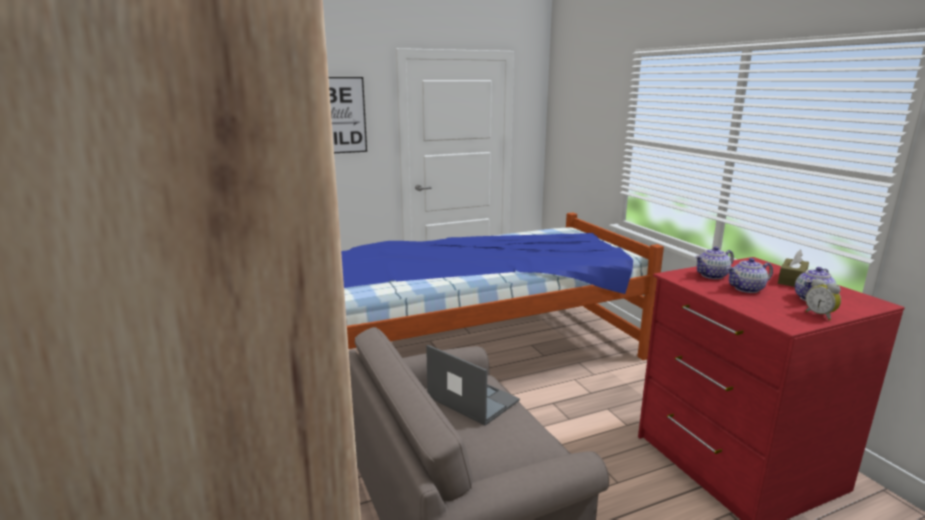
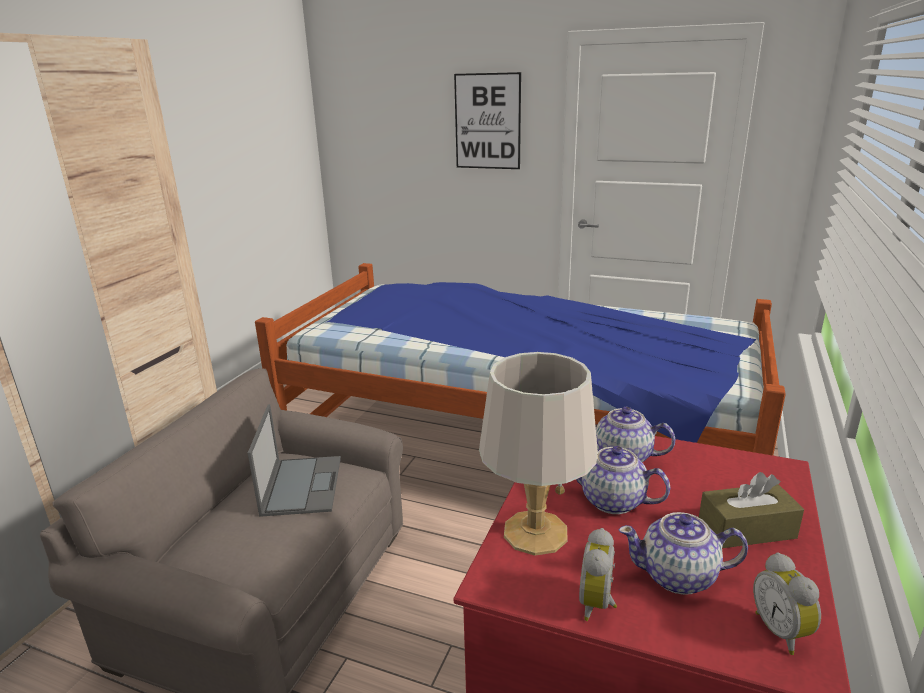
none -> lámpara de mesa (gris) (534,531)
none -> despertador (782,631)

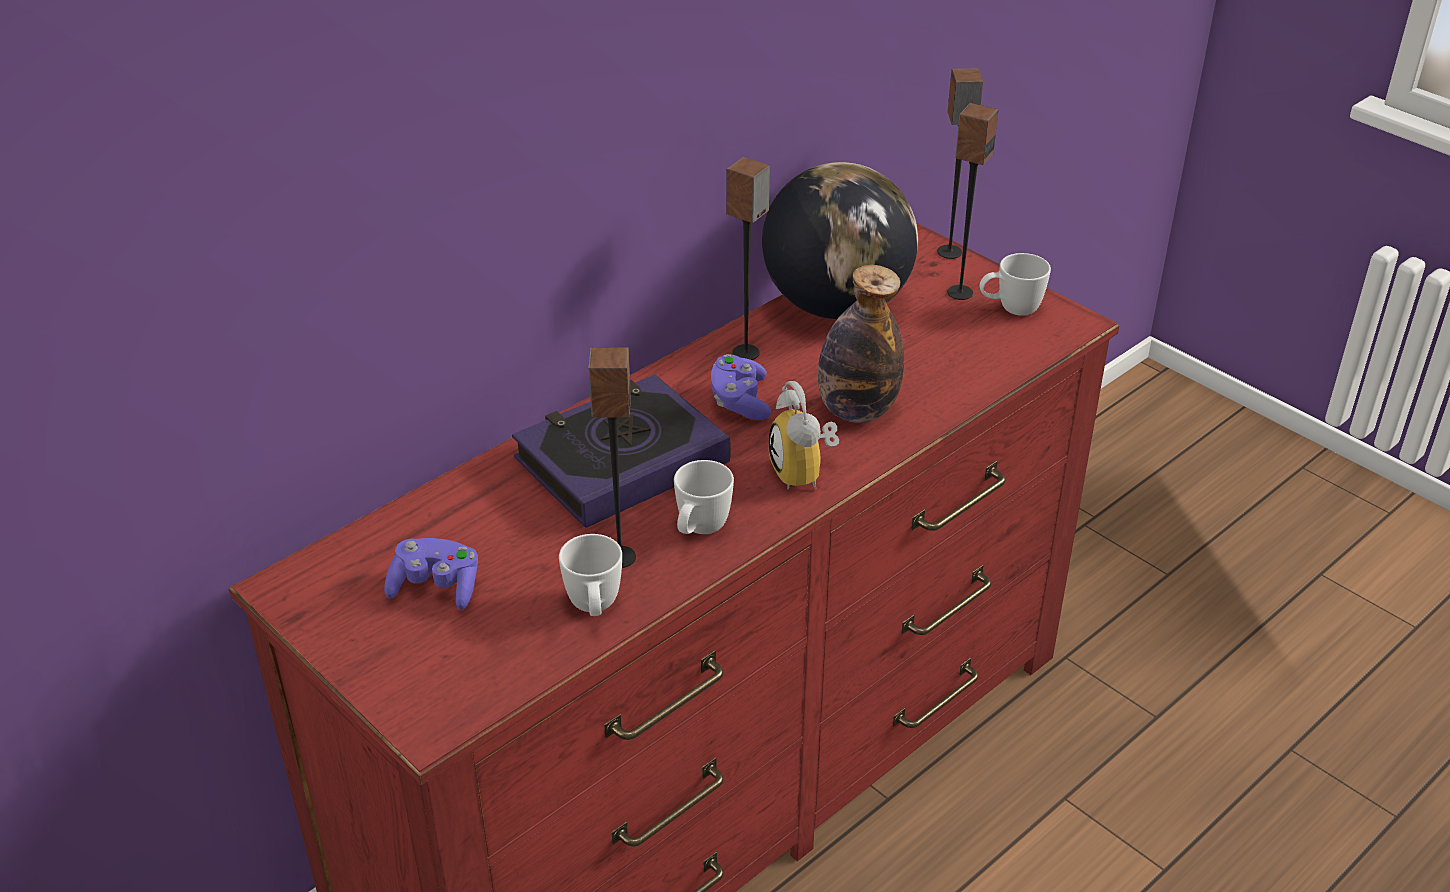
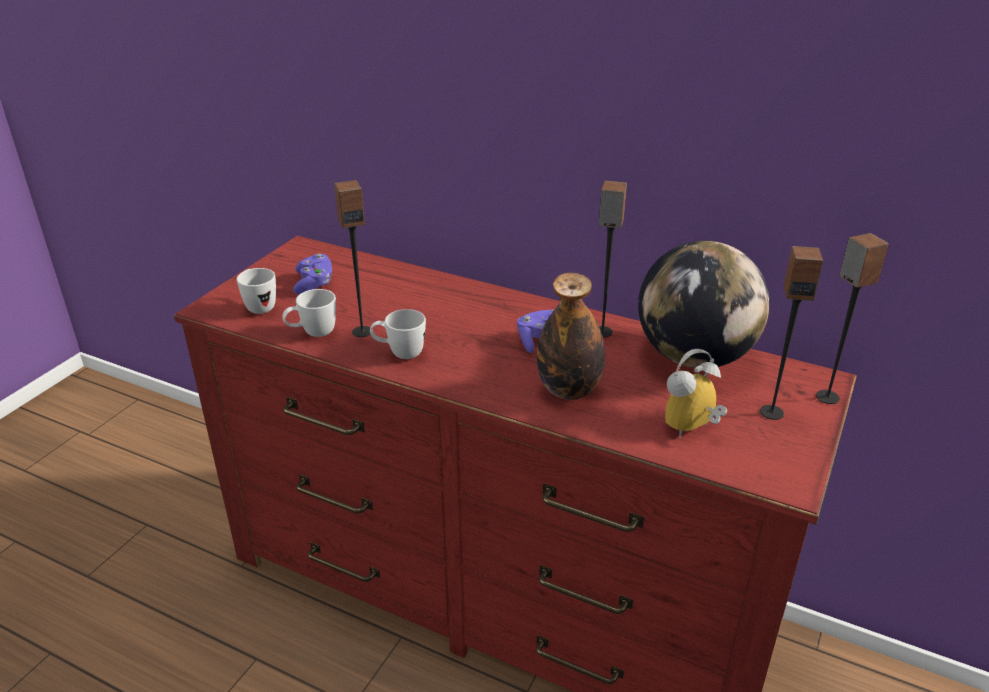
taza grande (blanco) (1010,310) -> taza grande (blanco) (259,306), move
libro (621,460) -> none
despertador (805,474) -> despertador (692,430), move

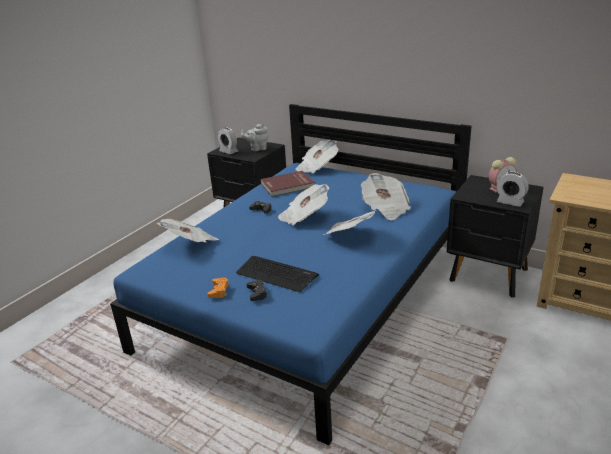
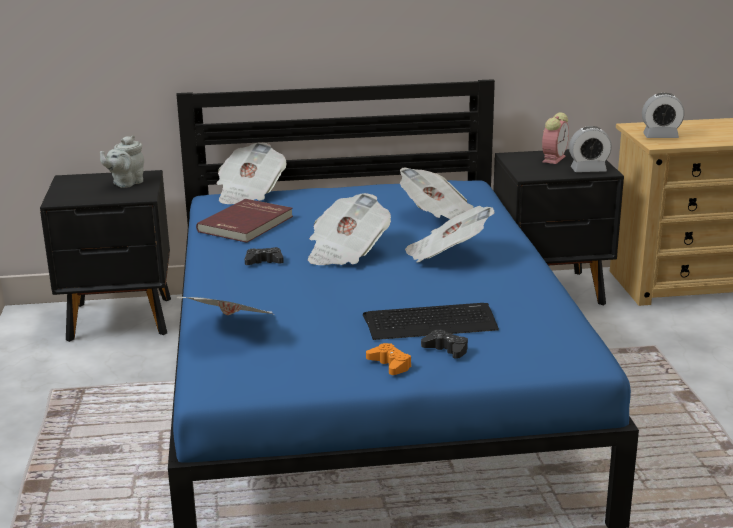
despertador (228,151) -> despertador (660,136), move

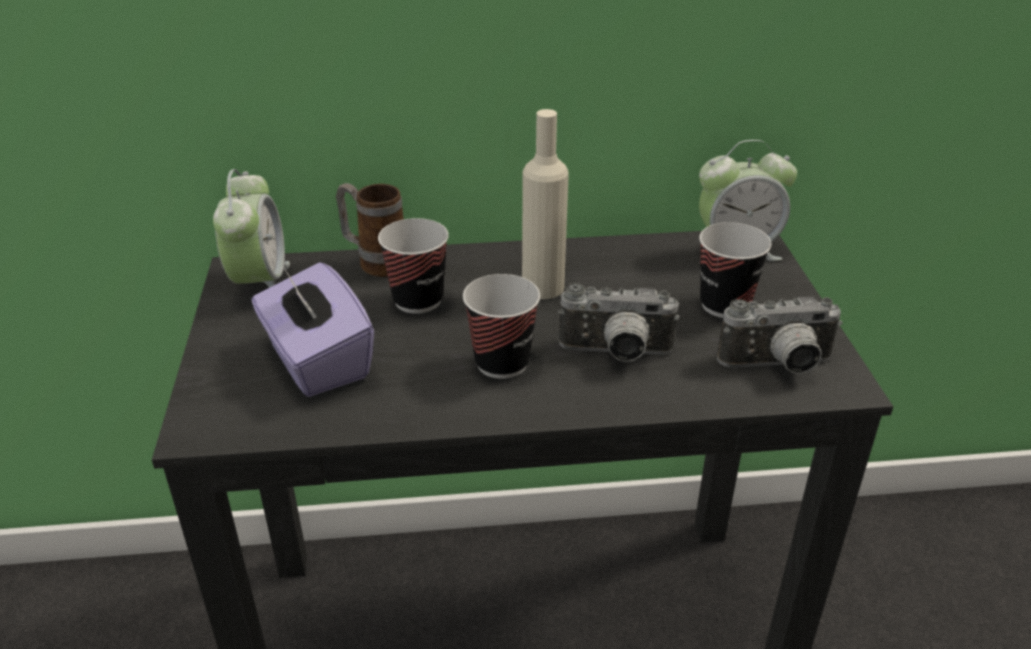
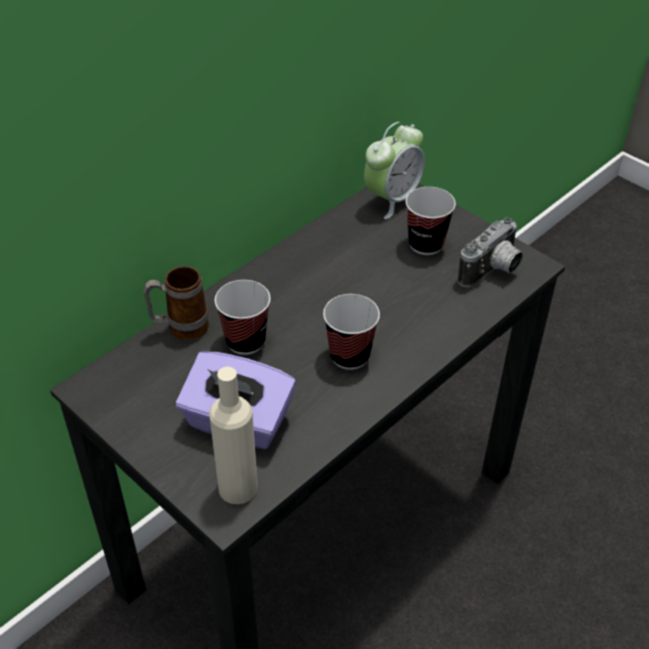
botella (beis) (543,287) -> botella (beis) (238,487), move
despertador (260,284) -> none
cámara (616,354) -> none

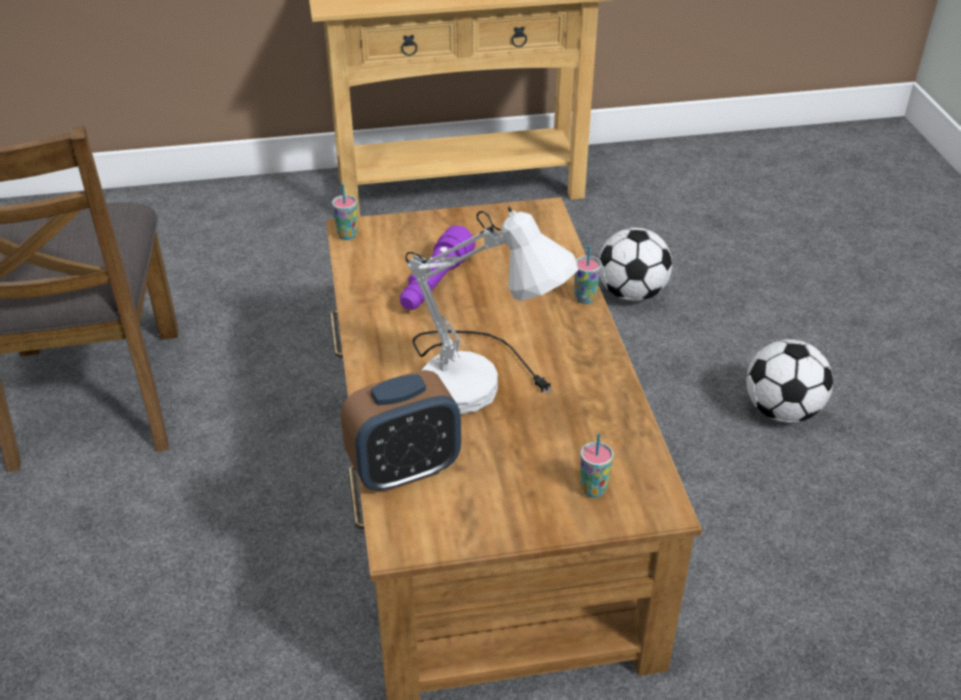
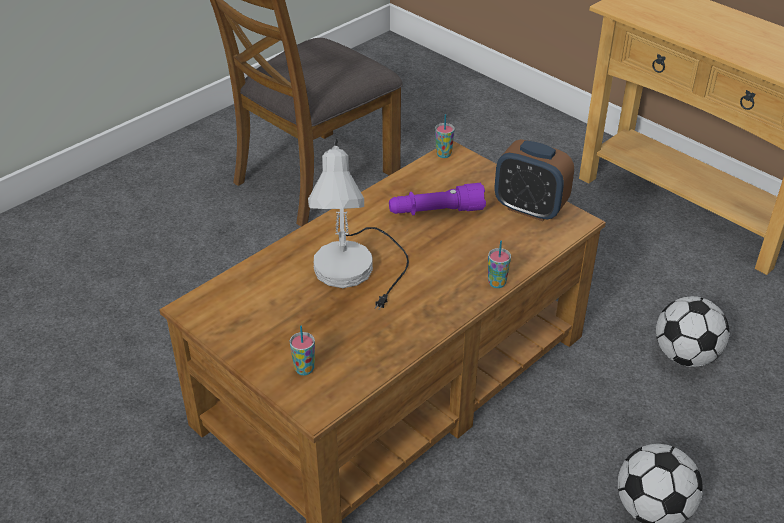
despertador (404,470) -> despertador (530,208), move

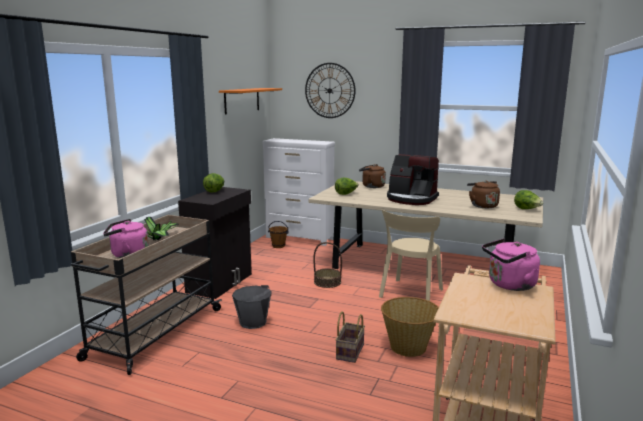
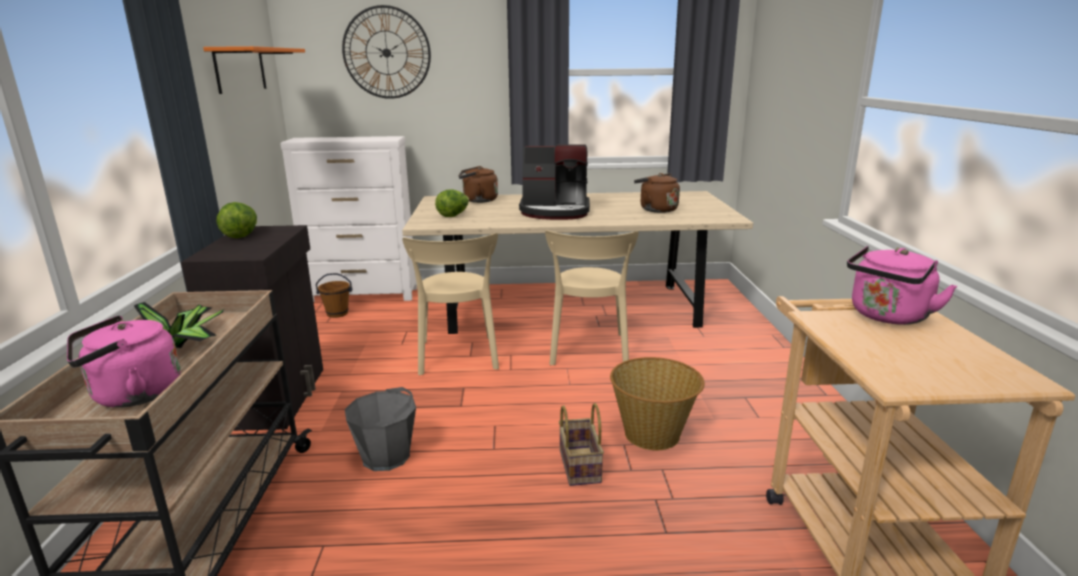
lechuga (527,209) -> none
cesta (327,282) -> silla (beis) (458,358)

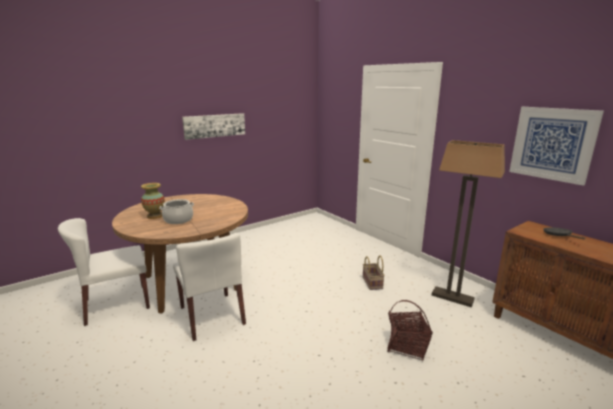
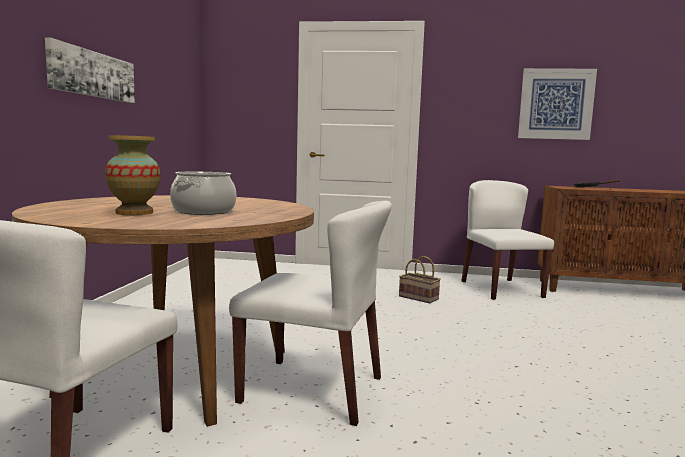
lámpara de pie (452,297) -> silla (blanco) (501,289)
cesta (407,346) -> none

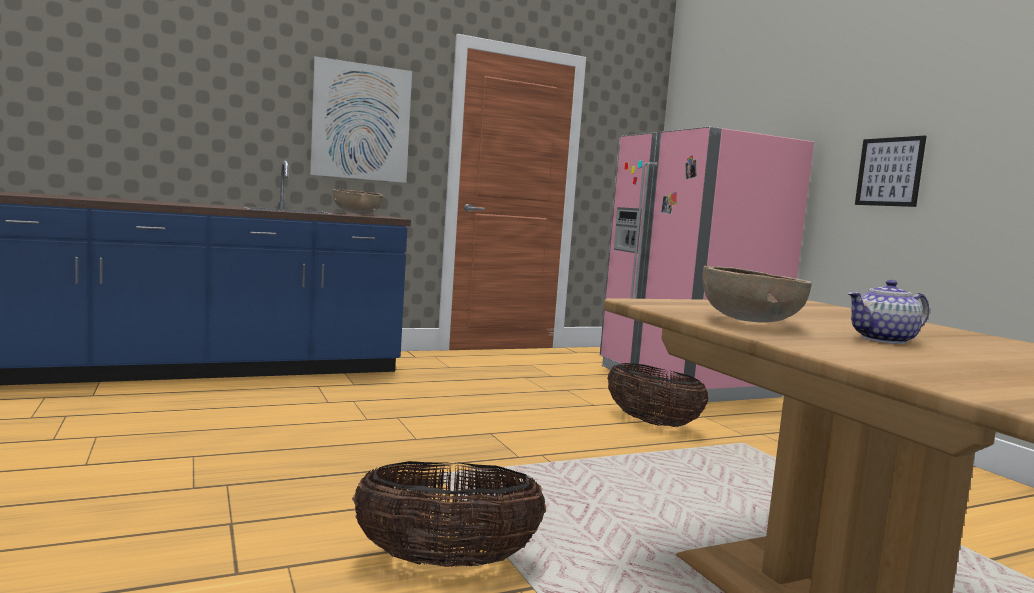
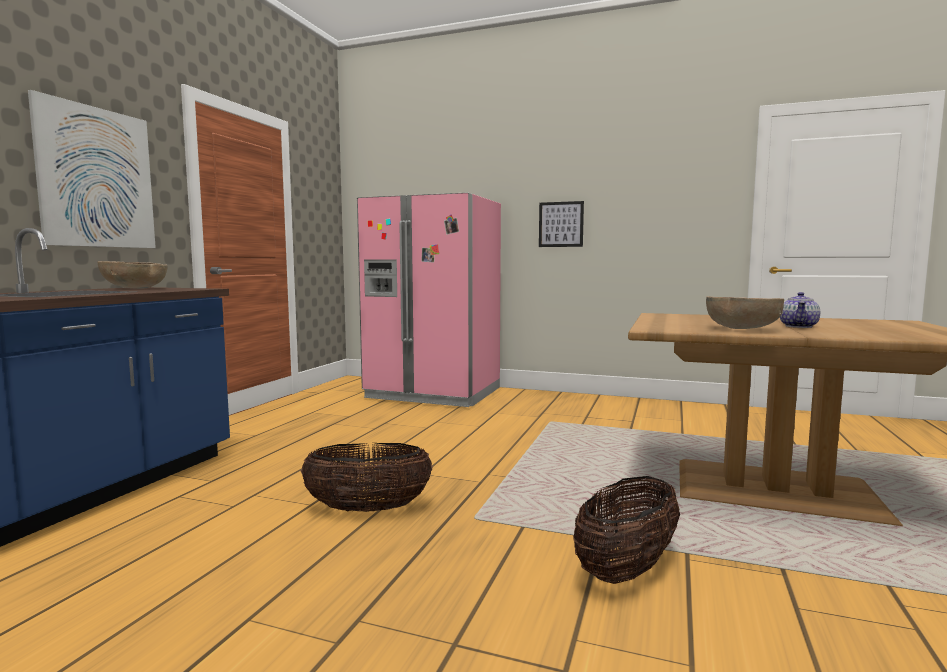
cesta (652,423) -> cesta (368,509), move

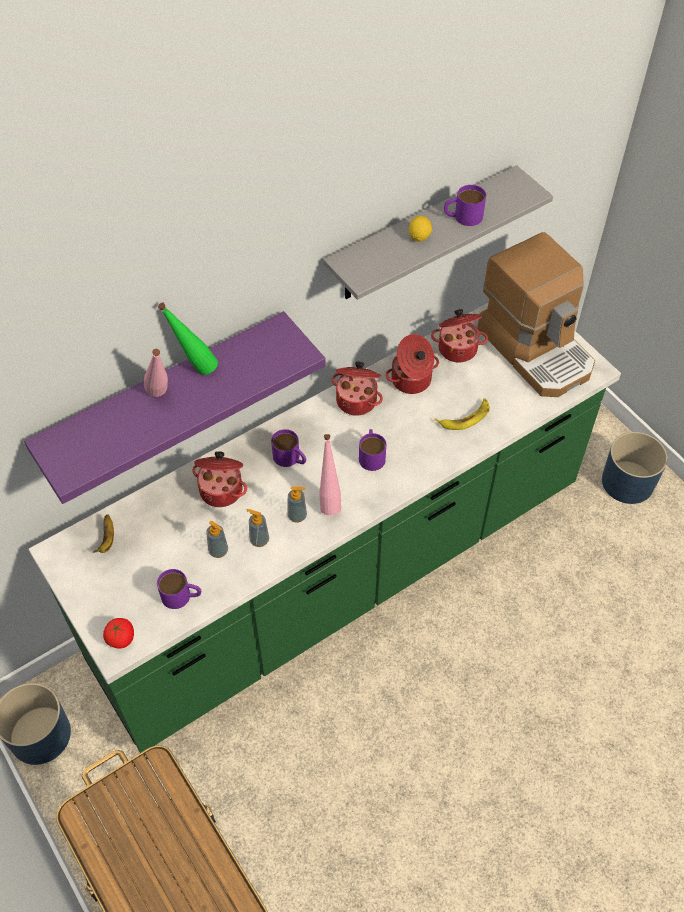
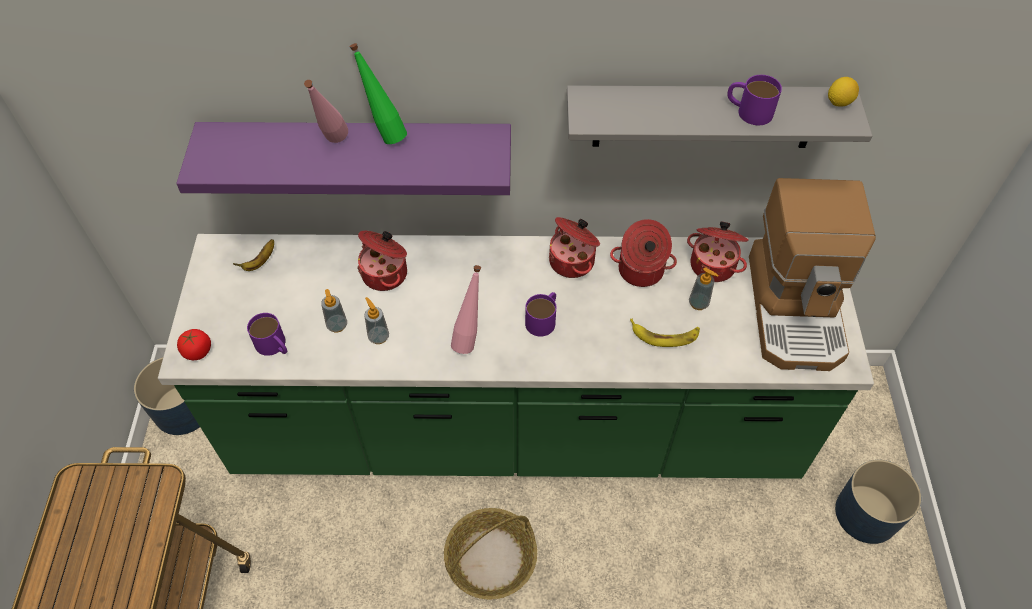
limón (419,237) -> limón (839,102), move
taza grande (morado) (290,458) -> none
dispensador de jabón (297,515) -> dispensador de jabón (698,303), move
none -> cesta (491,558)

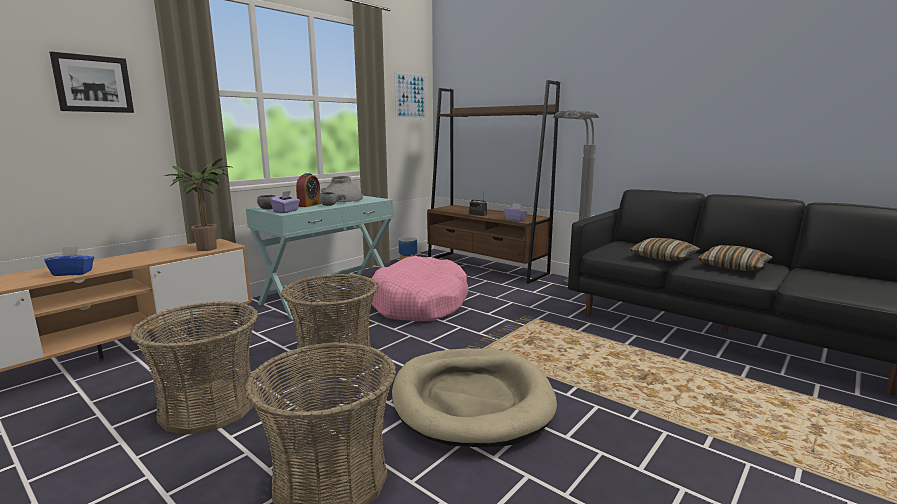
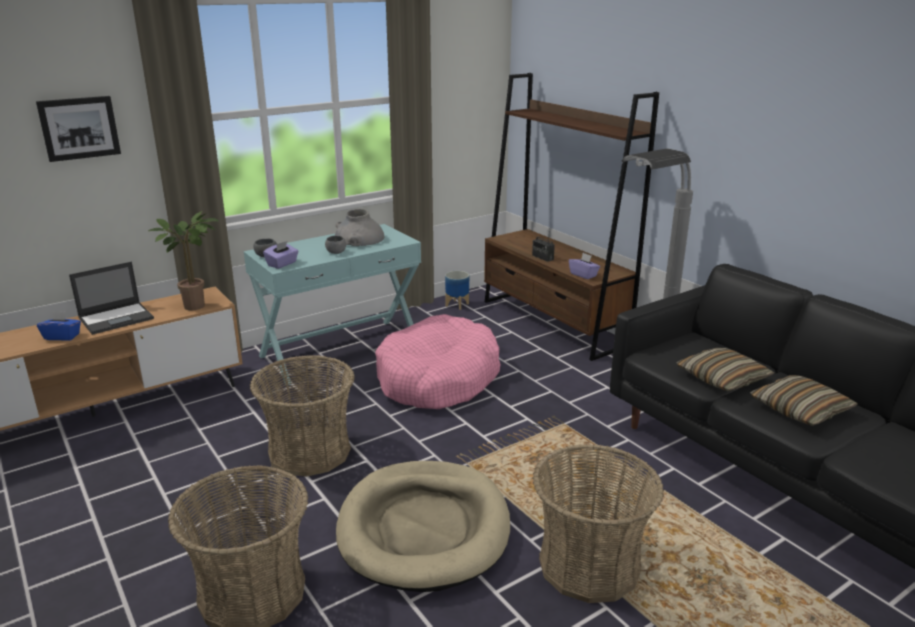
cuadro (410,96) -> none
despertador (309,205) -> none
cesta (209,407) -> cesta (589,565), move
none -> portátil (117,318)

